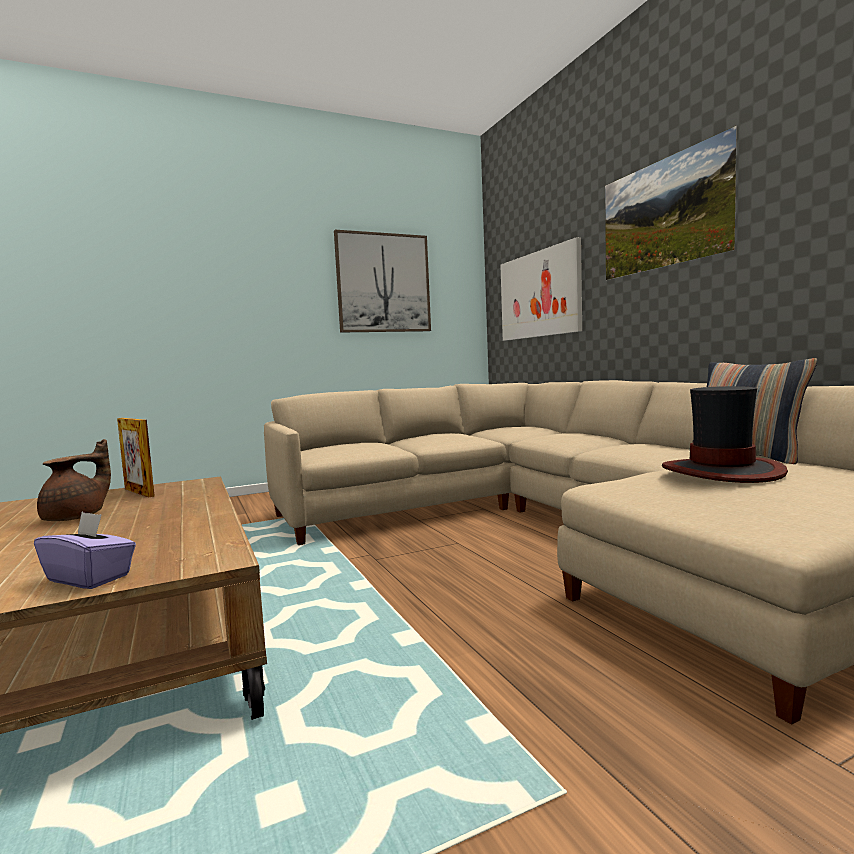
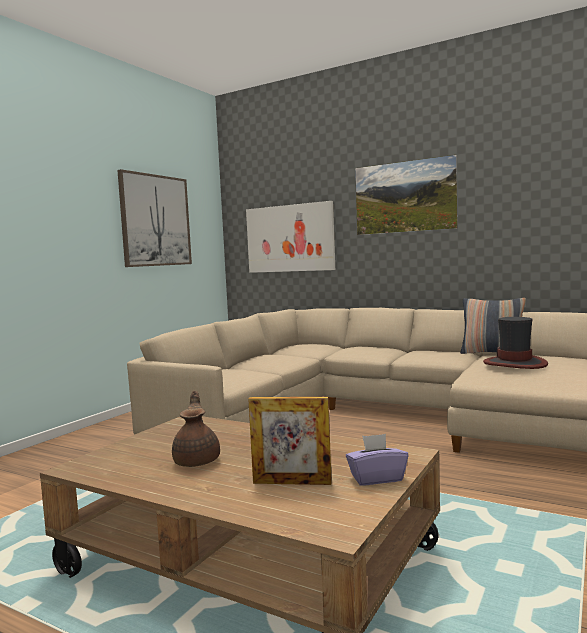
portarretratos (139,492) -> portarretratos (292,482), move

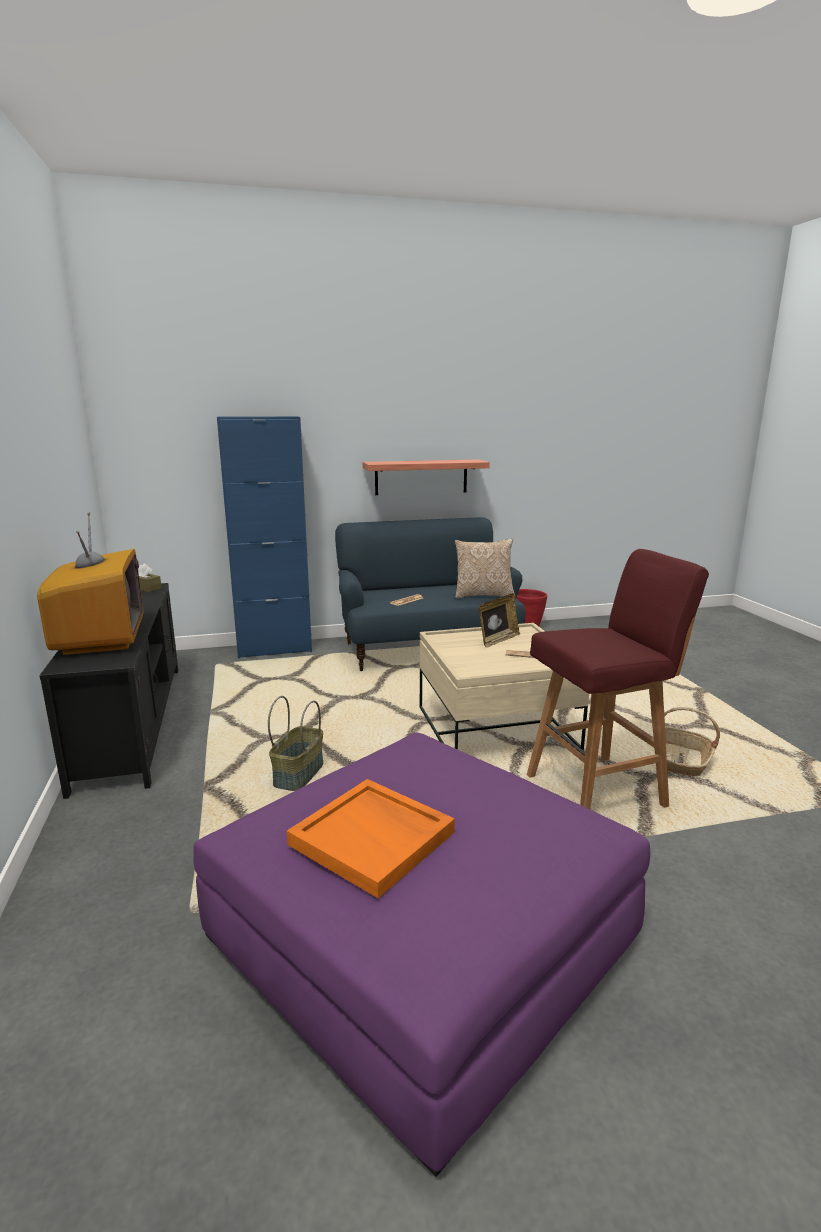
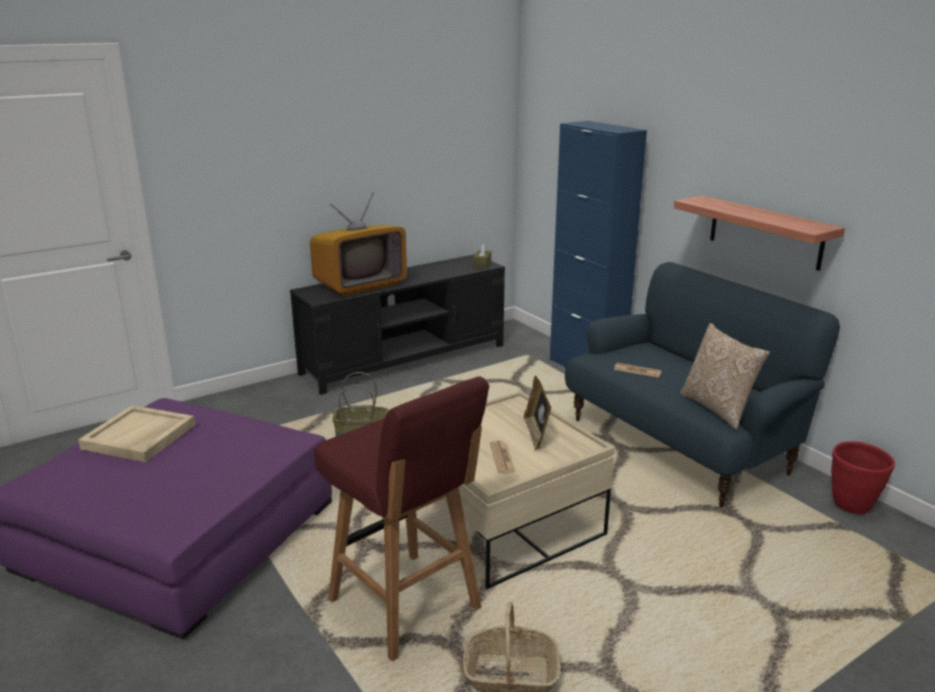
portarretratos (497,640) -> portarretratos (536,434), 60 degrees clockwise
bandeja (naranja) (373,838) -> bandeja (beis) (139,437)

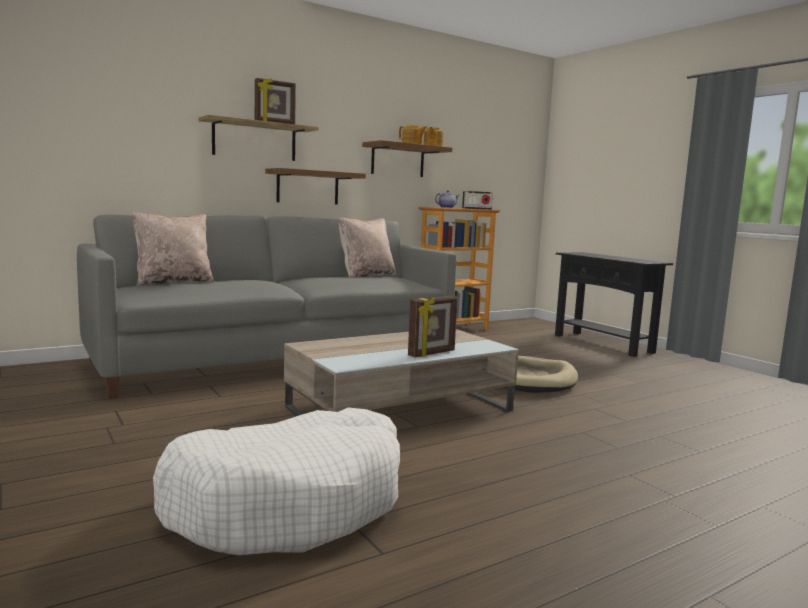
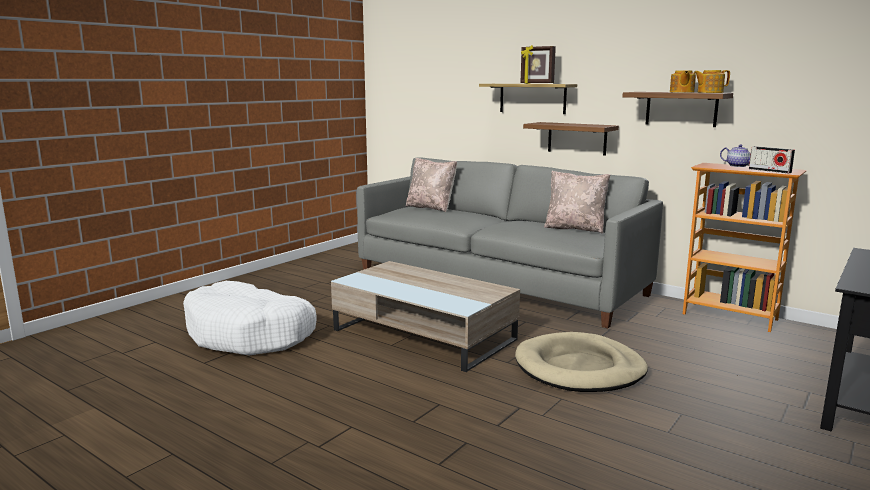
portarretratos (432,353) -> none

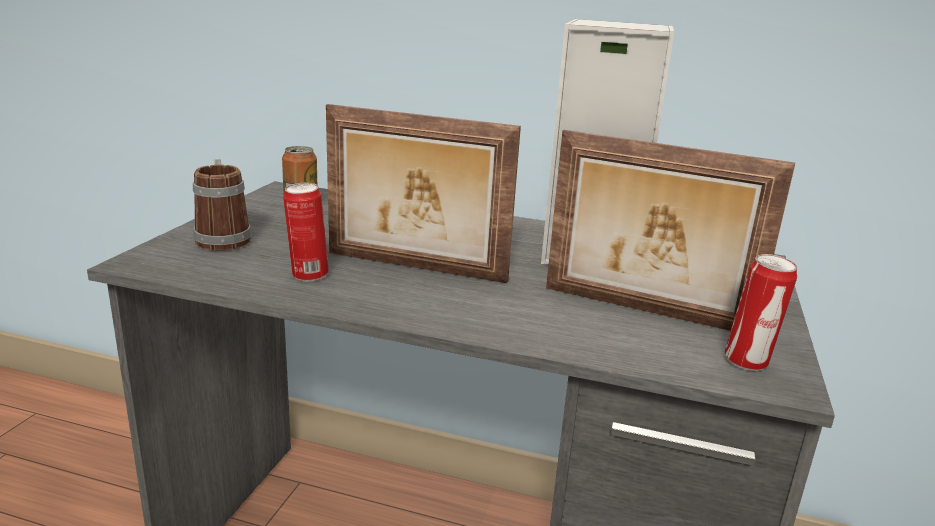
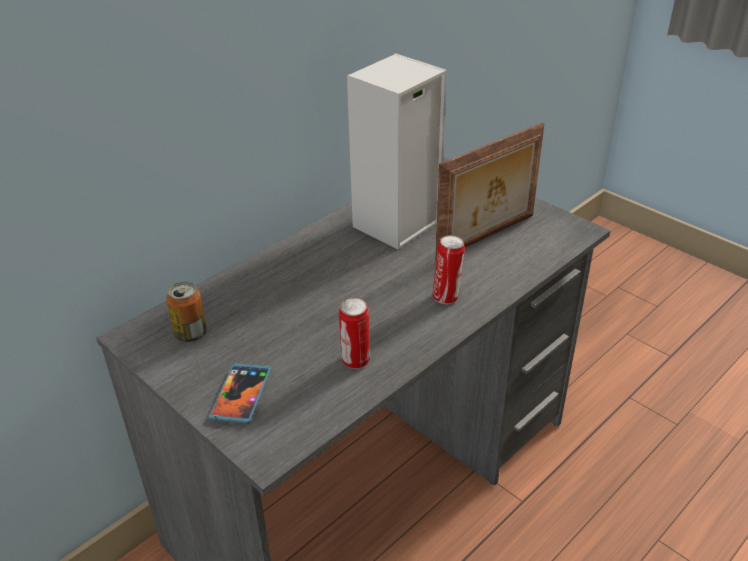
portarretratos (414,268) -> none
taza grande (223,237) -> móvil (241,395)
lata (748,362) -> lata (447,297), move

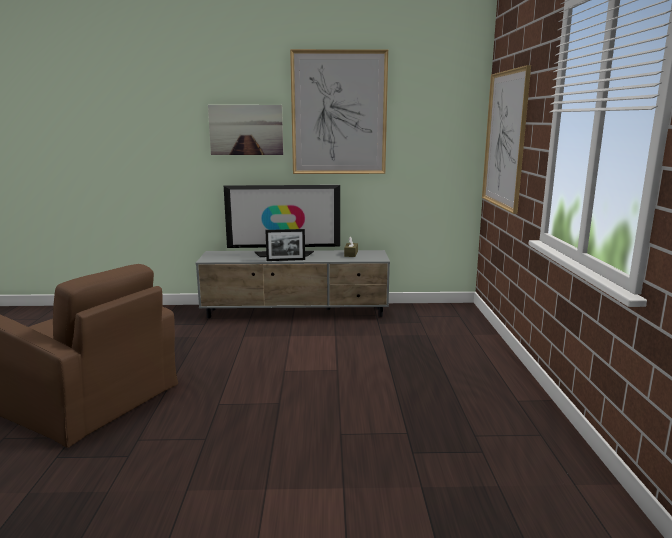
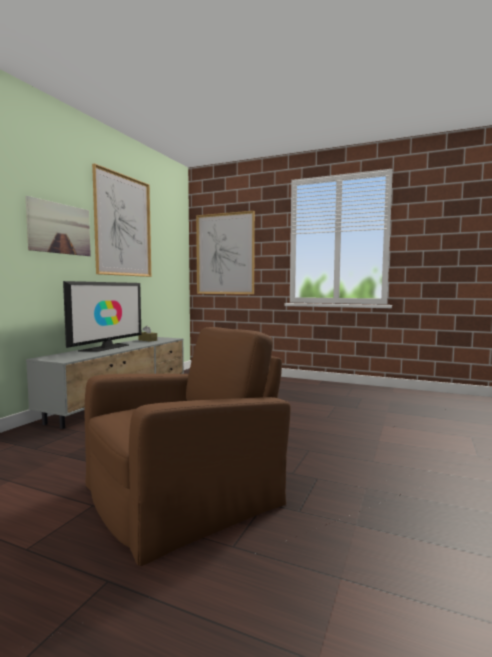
portarretratos (285,260) -> none

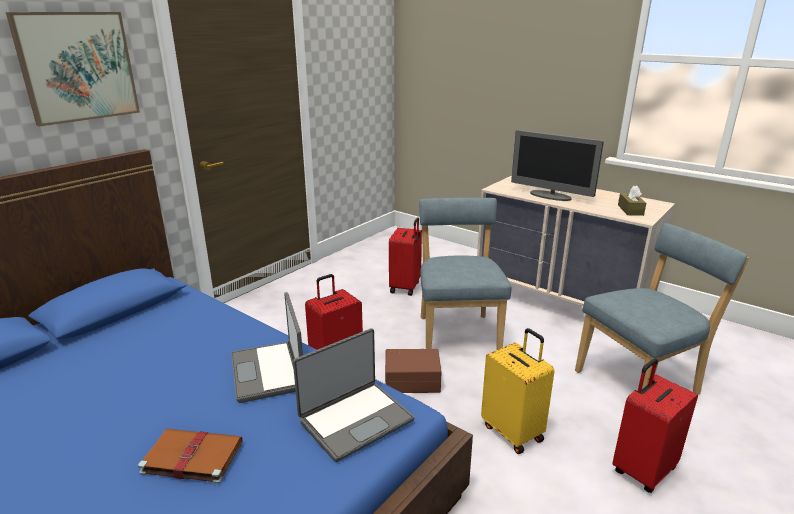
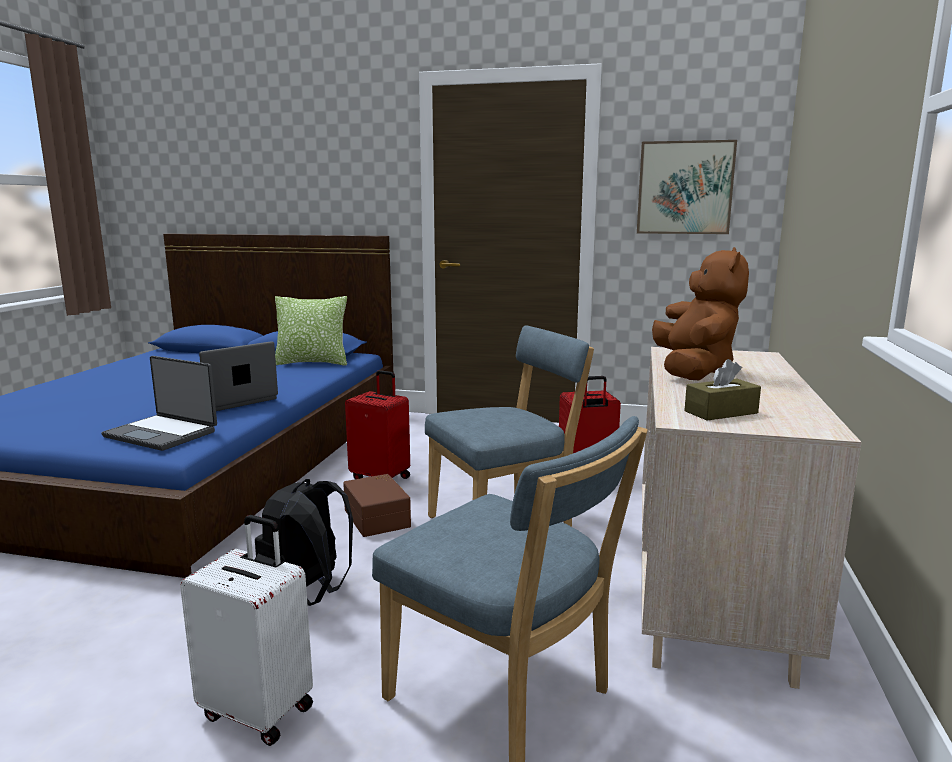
cuadro (77,67) -> cuadro (685,188), move
monitor (550,196) -> peluche (marrón) (693,371)
maleta (amarillo) (513,432) -> mochila (negro) (307,593)
maleta (rojo) (642,469) -> maleta (blanco) (259,710)
libro (marrón) (191,457) -> none
none -> cojín (312,363)

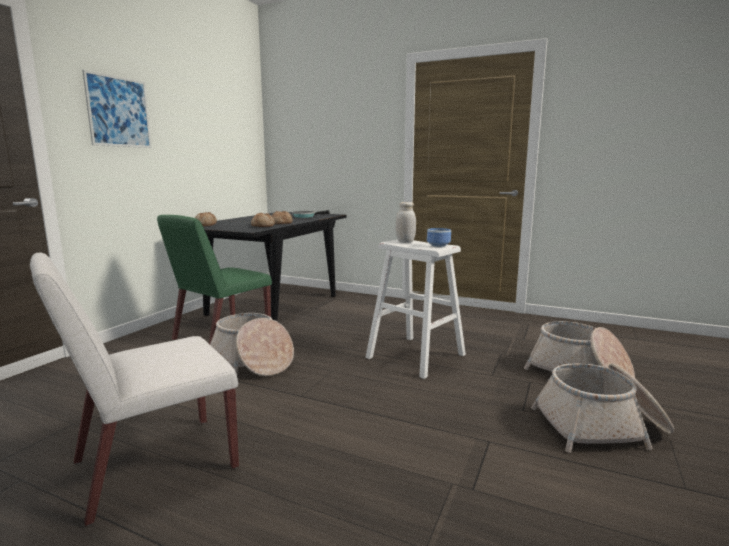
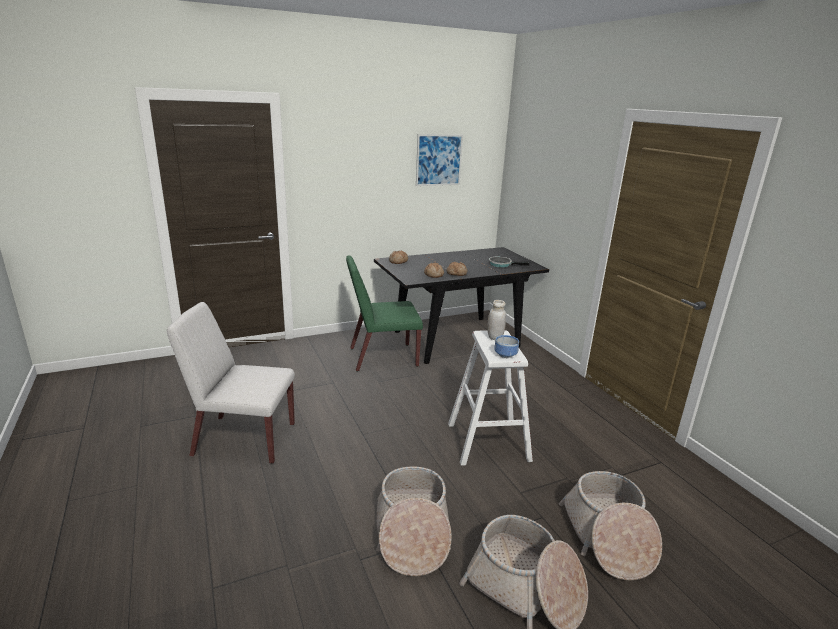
cuadro (119,112) -> cuadro (439,160), move
cesta (252,361) -> cesta (412,533), move

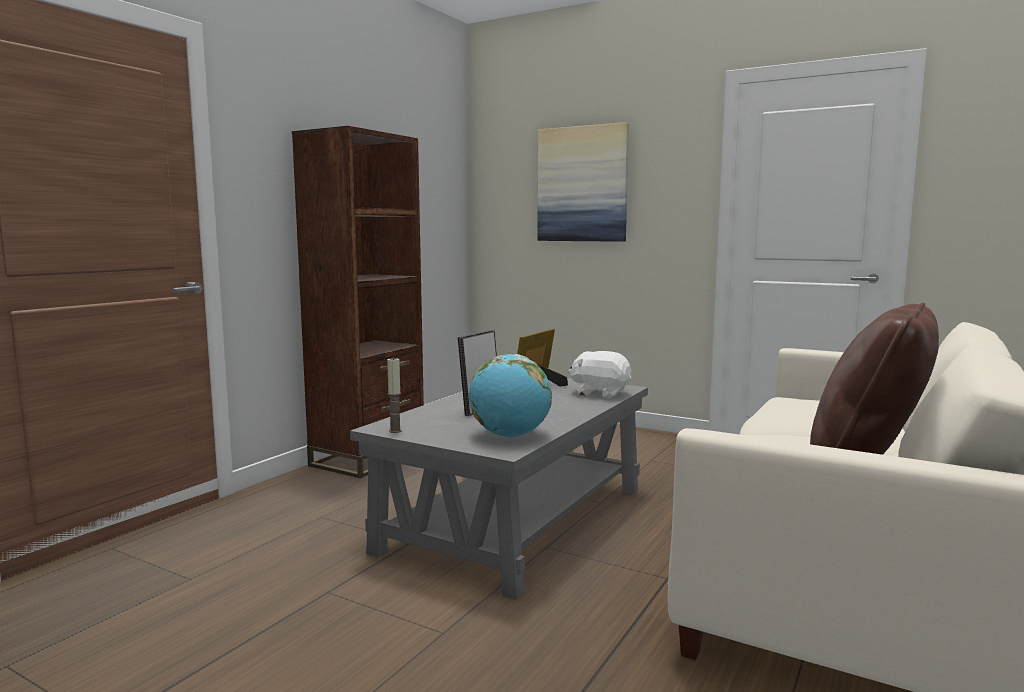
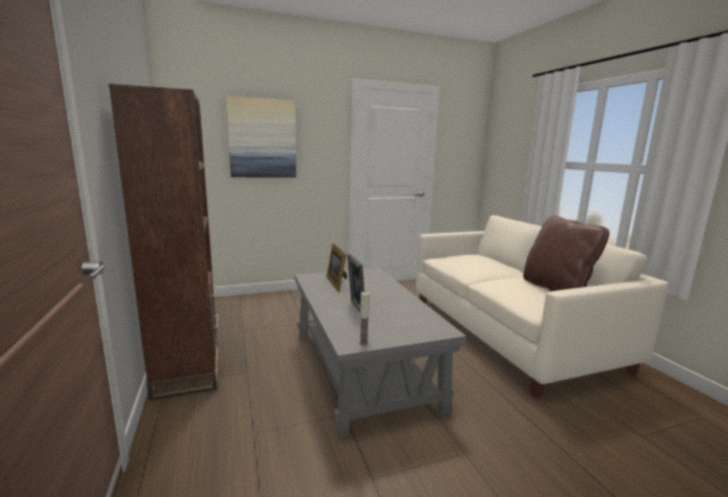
peluche (blanco) (600,393) -> none
globo terráqueo (510,436) -> none

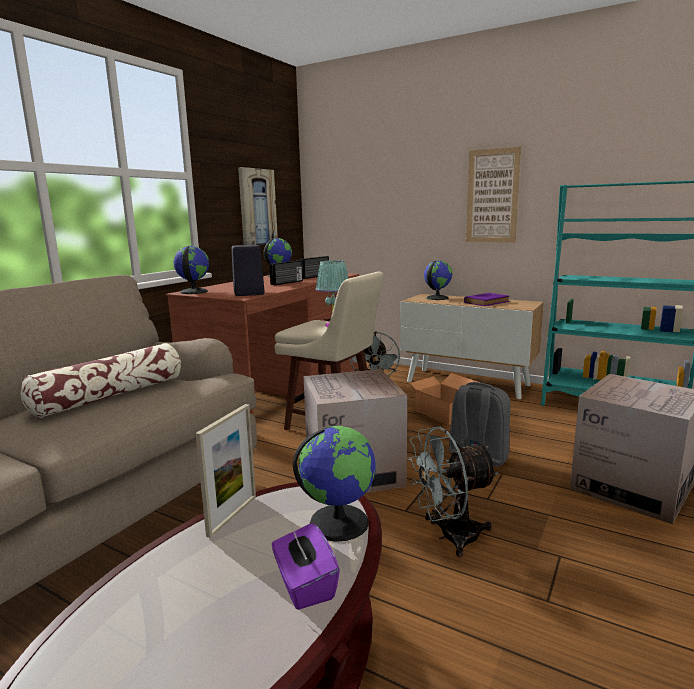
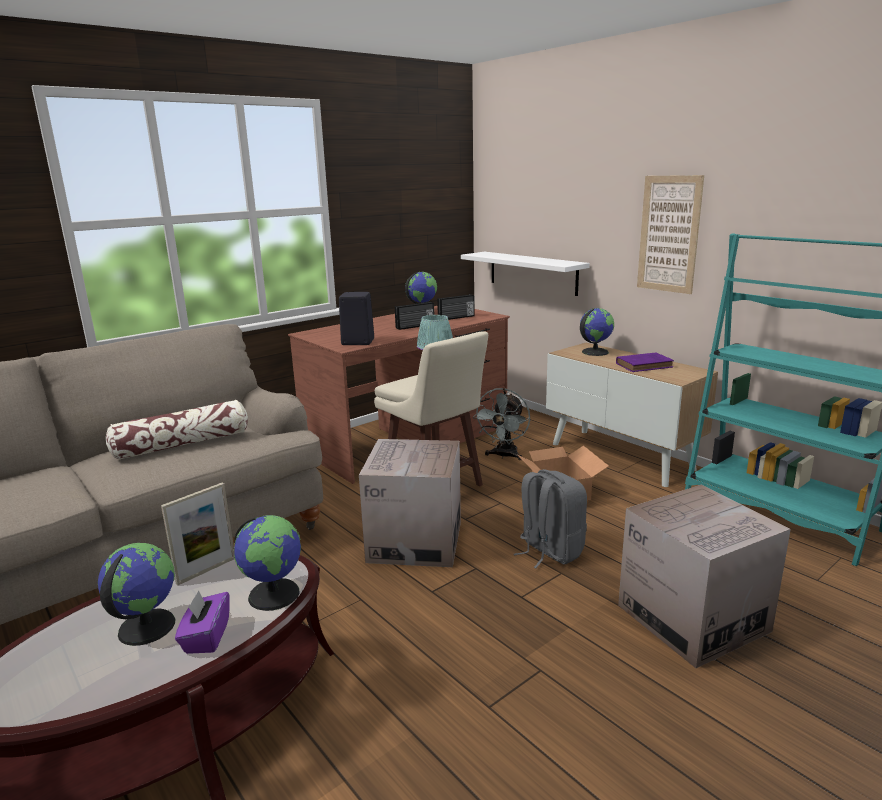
cuadro (257,207) -> none
globo terráqueo (193,292) -> globo terráqueo (146,627), move
ventilador (gris) (450,537) -> none
none -> estante (blanco) (532,272)

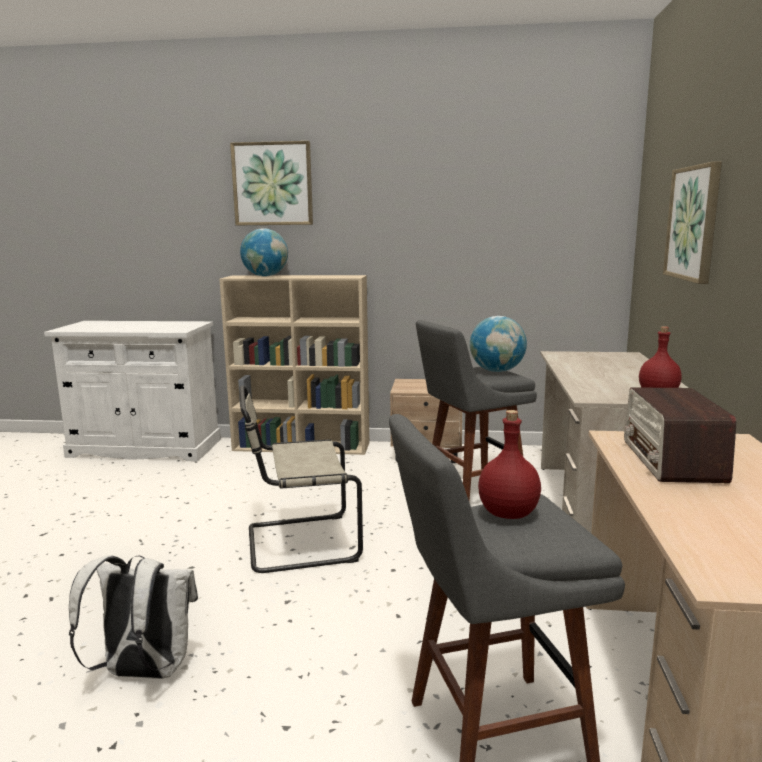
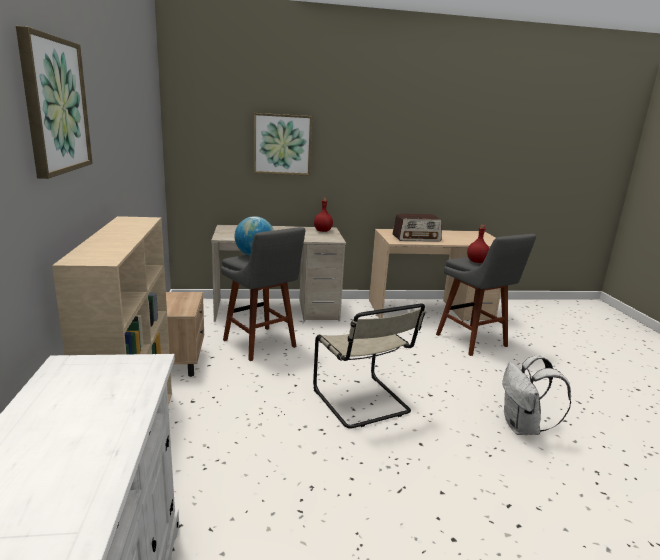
globo terráqueo (265,276) -> none

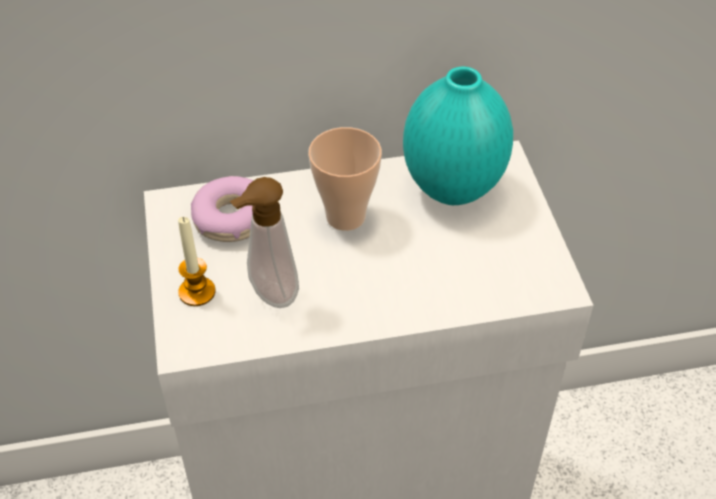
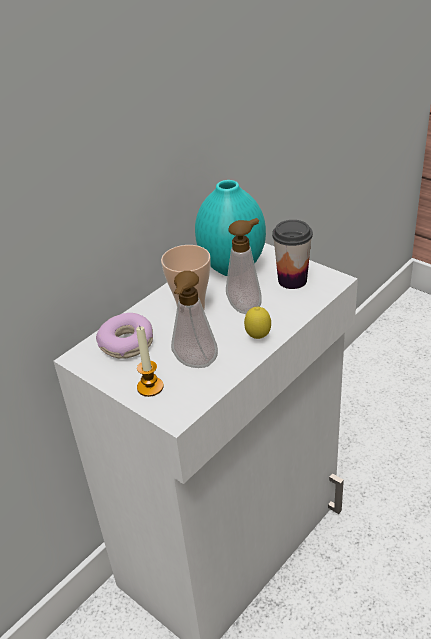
none -> dispensador de jabón (247,307)
none -> taza (292,280)
none -> limón (258,338)

